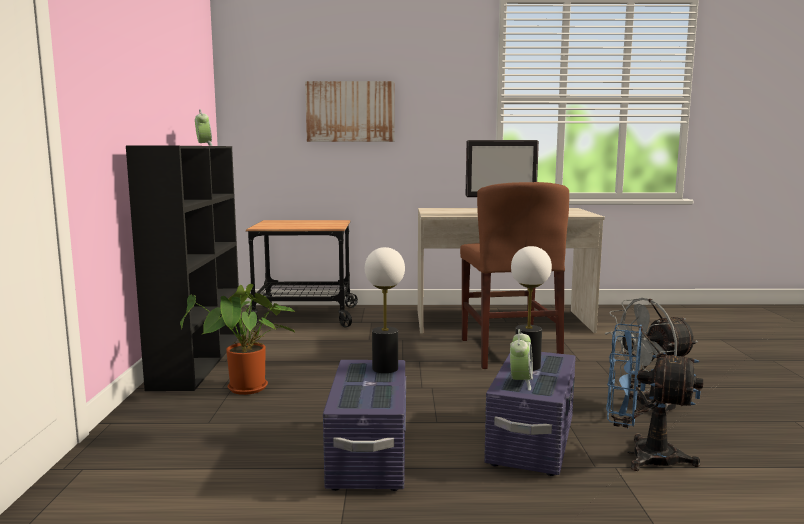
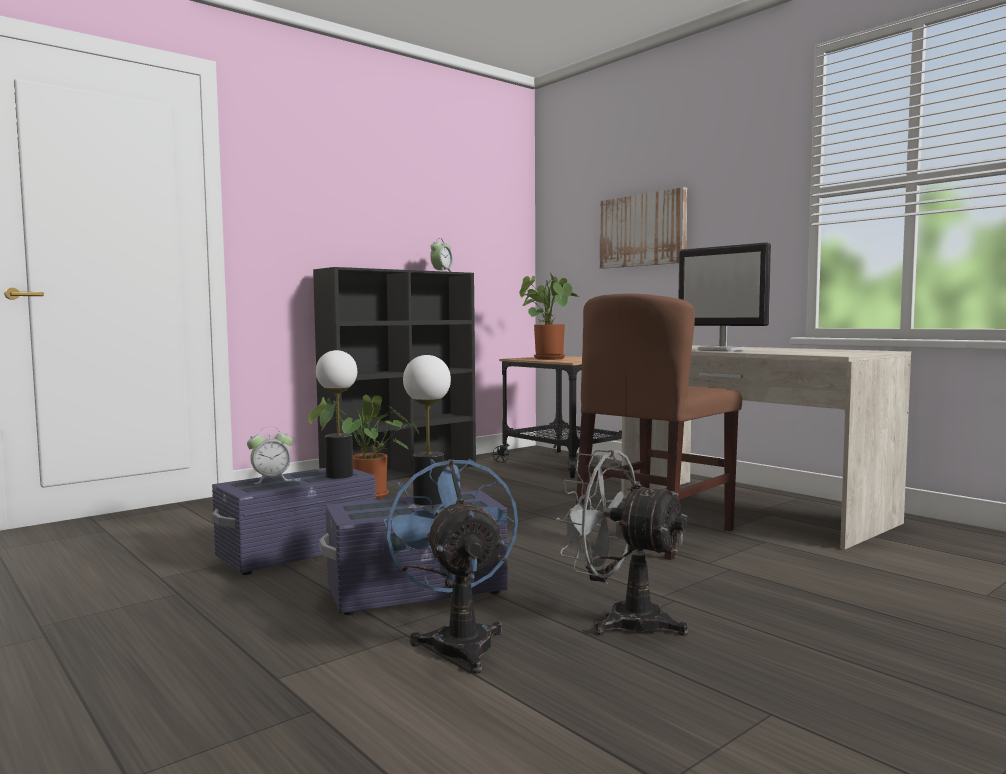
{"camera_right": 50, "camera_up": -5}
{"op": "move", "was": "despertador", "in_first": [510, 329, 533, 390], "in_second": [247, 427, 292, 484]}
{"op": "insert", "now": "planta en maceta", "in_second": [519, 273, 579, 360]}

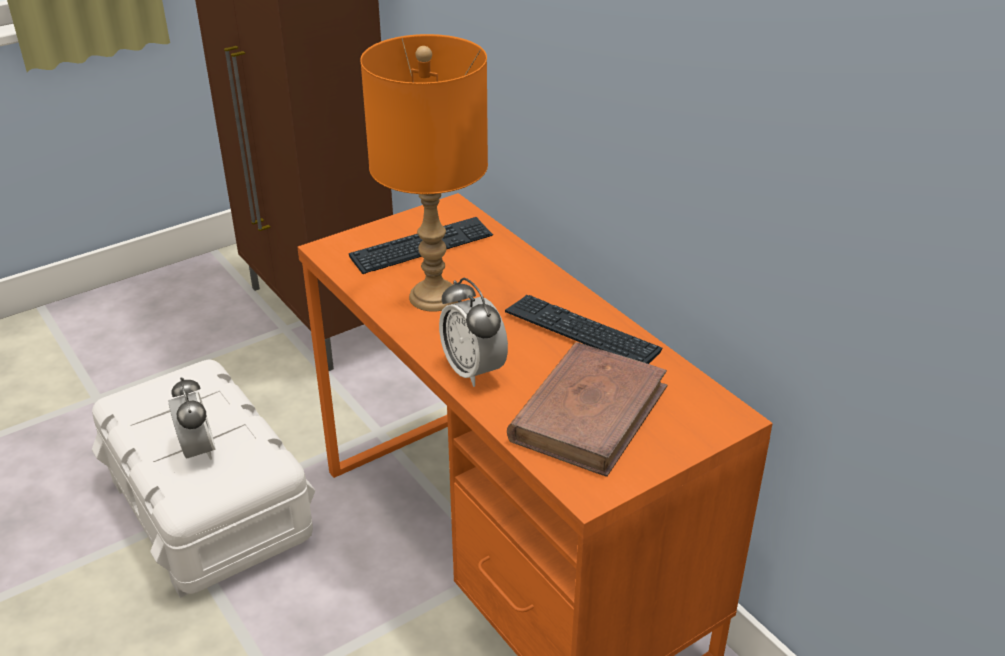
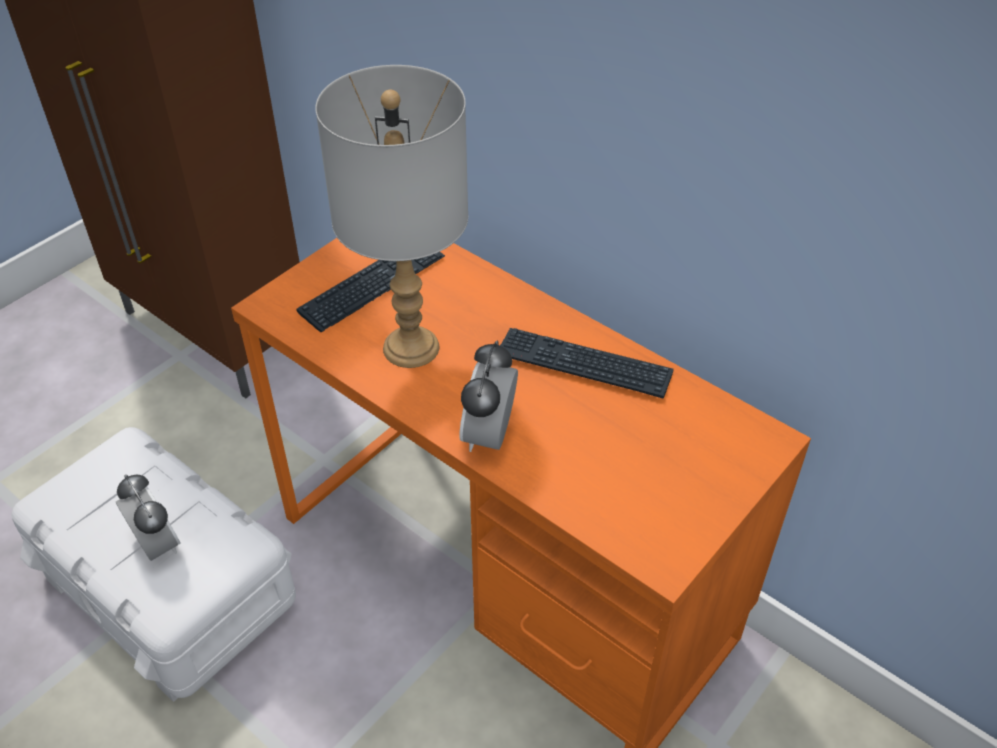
{"camera_right": -15, "camera_up": 10}
{"op": "recolor", "was": "lámpara de mesa [naranja]", "now": "lámpara de mesa [gris]", "in_first": [360, 34, 488, 312], "in_second": [315, 65, 468, 368]}
{"op": "rotate", "was": "despertador", "in_first": [439, 278, 508, 387], "in_second": [459, 341, 518, 452], "clockwise": 60}
{"op": "delete", "was": "libro [marrón]", "in_first": [507, 342, 667, 477]}

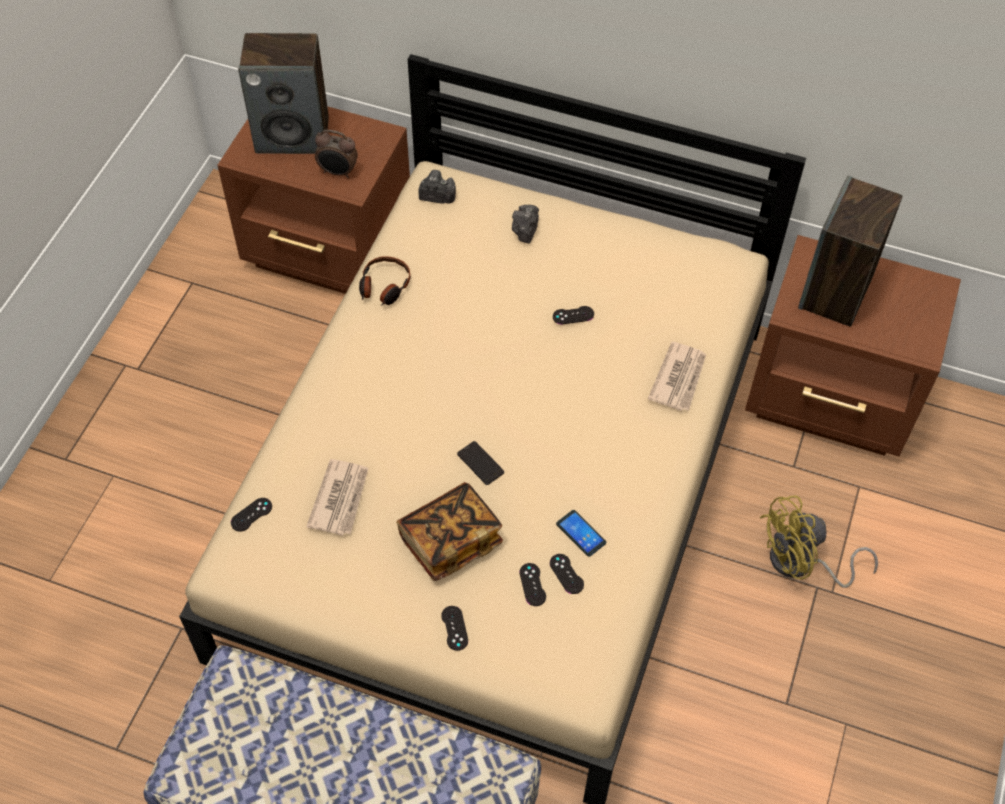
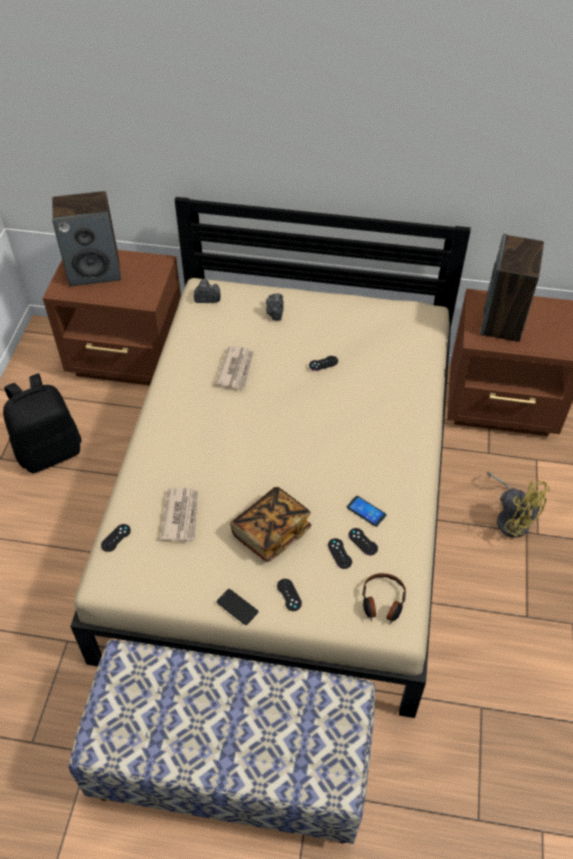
{"camera_right": -10, "camera_up": -5}
{"op": "insert", "now": "mochila [negro]", "in_second": [3, 373, 82, 473]}
{"op": "move", "was": "periódico", "in_first": [648, 342, 706, 411], "in_second": [215, 346, 254, 390]}
{"op": "move", "was": "móvil", "in_first": [457, 441, 504, 485], "in_second": [216, 589, 258, 625]}
{"op": "move", "was": "auriculares", "in_first": [359, 256, 411, 306], "in_second": [362, 573, 406, 624]}
{"op": "rotate", "was": "ventilador [amarillo]", "in_first": [760, 495, 878, 588], "in_second": [487, 471, 550, 538], "clockwise": -105}
{"op": "delete", "was": "despertador", "in_first": [315, 130, 358, 178]}

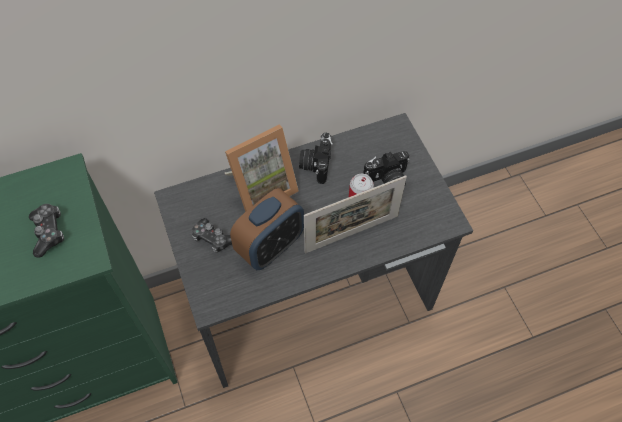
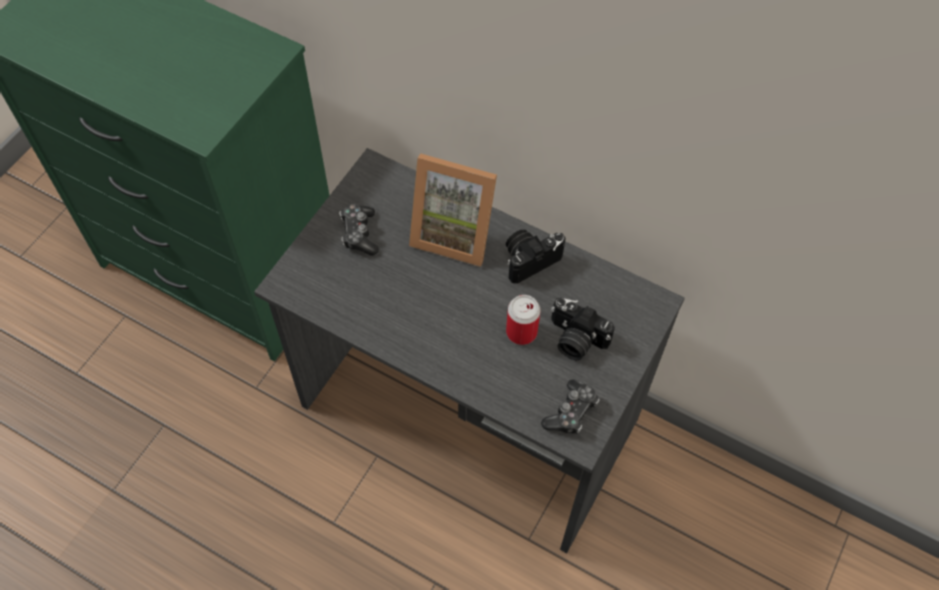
{"camera_right": 50, "camera_up": 0}
{"op": "move", "was": "mando de consola", "in_first": [29, 204, 64, 257], "in_second": [541, 379, 600, 434]}
{"op": "delete", "was": "despertador", "in_first": [230, 188, 304, 270]}
{"op": "delete", "was": "portarretratos", "in_first": [304, 175, 407, 254]}

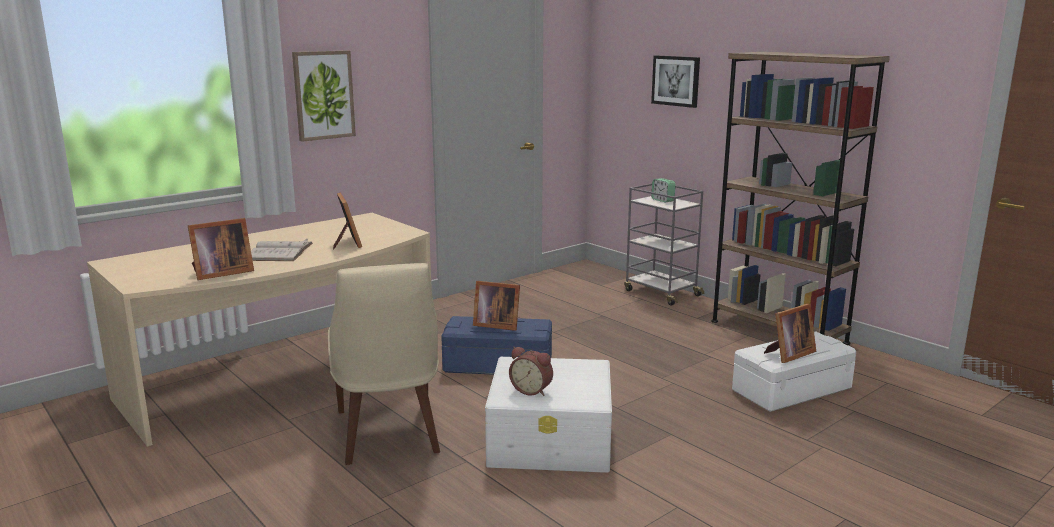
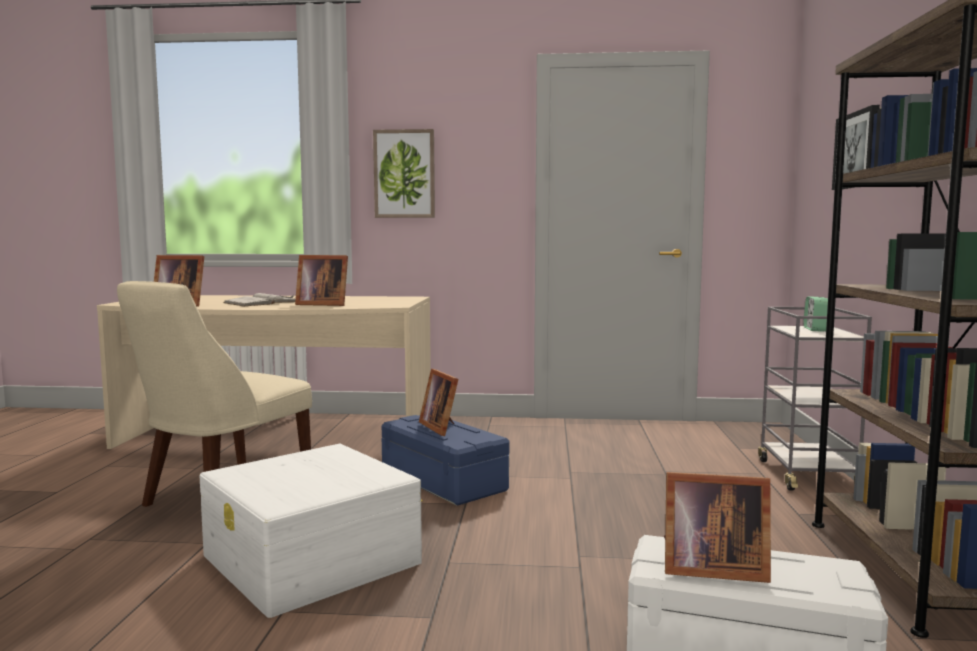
{"camera_right": 45, "camera_up": -10}
{"op": "rotate", "was": "portarretratos", "in_first": [333, 192, 362, 249], "in_second": [295, 255, 348, 306], "clockwise": 75}
{"op": "delete", "was": "despertador", "in_first": [509, 347, 553, 396]}

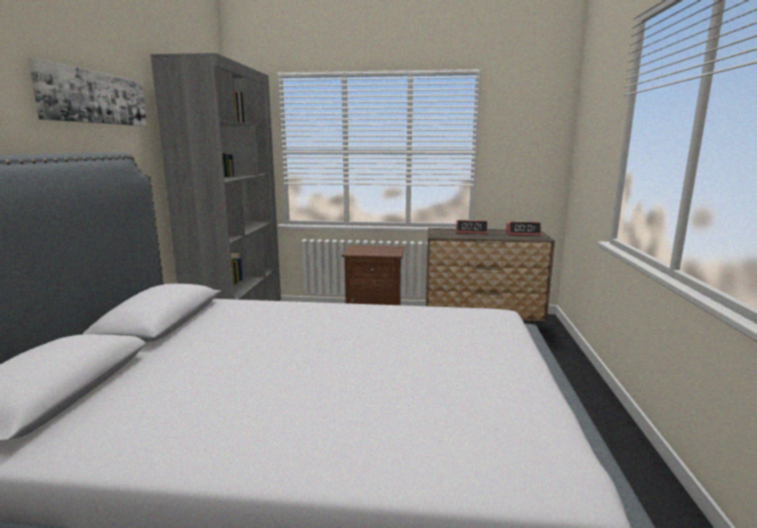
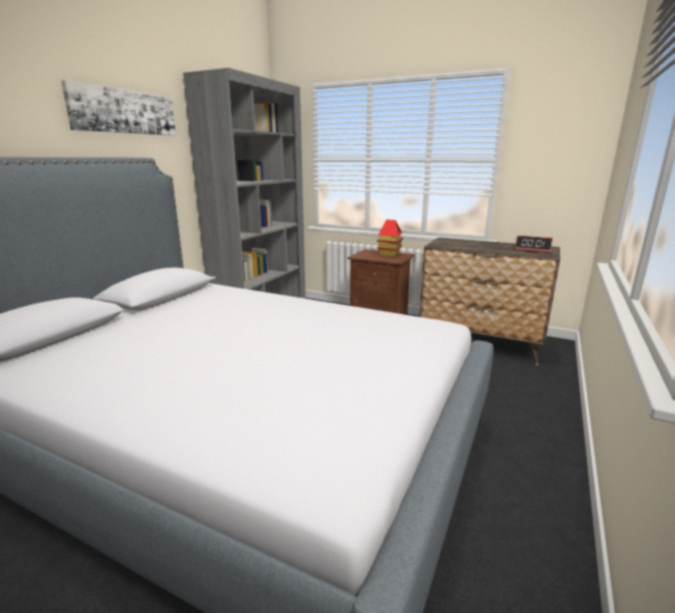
{"camera_right": 20, "camera_up": 5}
{"op": "insert", "now": "casita", "in_second": [377, 220, 403, 257]}
{"op": "delete", "was": "despertador", "in_first": [456, 220, 488, 234]}

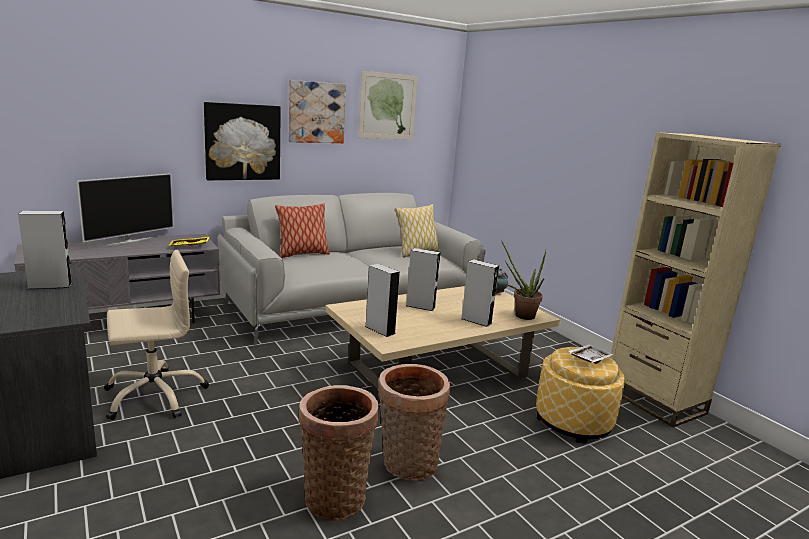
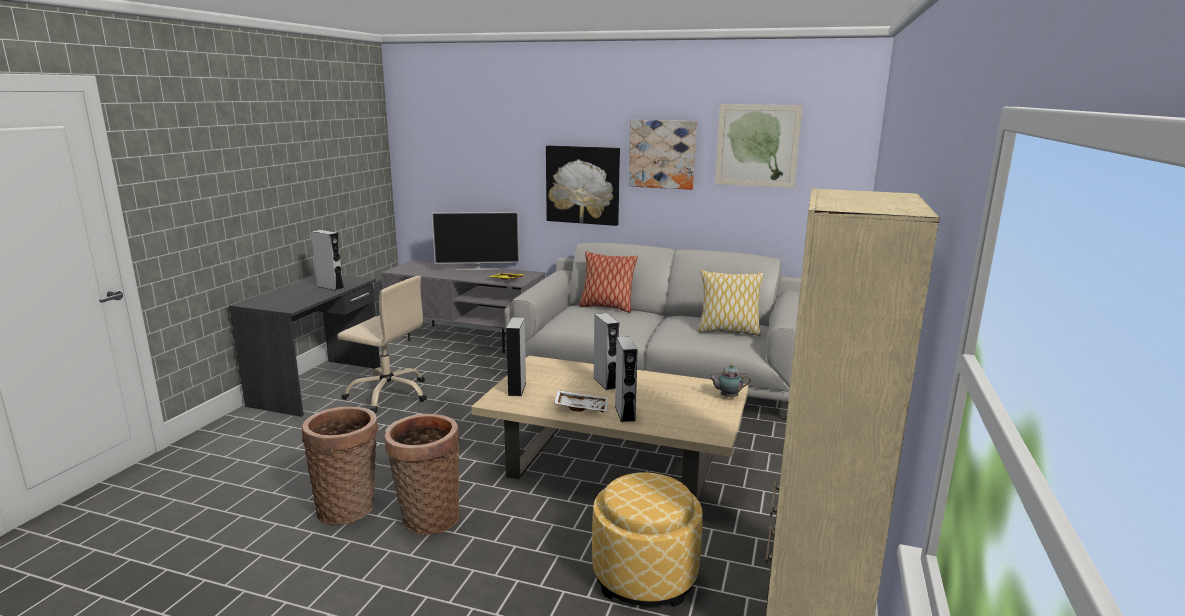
{"camera_right": 50, "camera_up": 0}
{"op": "move", "was": "bandeja [blanco]", "in_first": [567, 344, 614, 364], "in_second": [554, 390, 608, 412]}
{"op": "delete", "was": "planta en maceta", "in_first": [501, 240, 546, 320]}

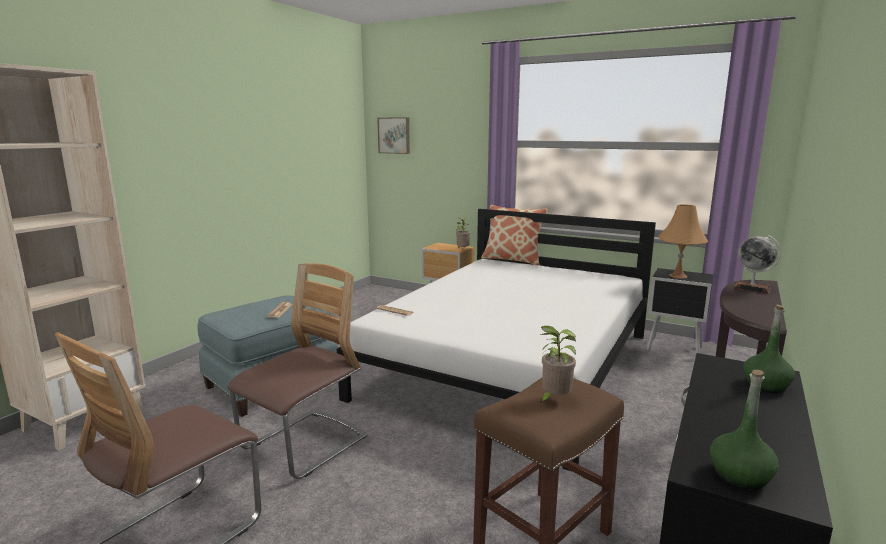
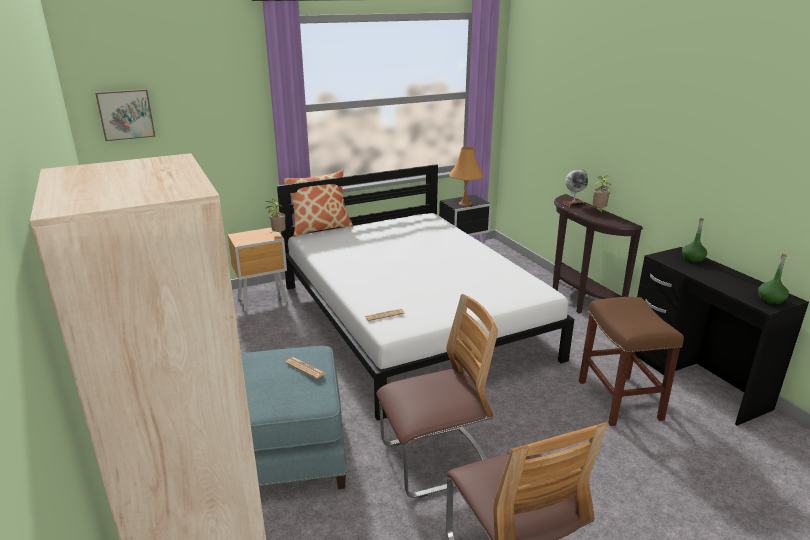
{"camera_right": -55, "camera_up": 10}
{"op": "rotate", "was": "silla", "in_first": [227, 263, 367, 479], "in_second": [377, 294, 498, 498], "clockwise": 90}
{"op": "move", "was": "planta en maceta", "in_first": [539, 326, 576, 404], "in_second": [593, 175, 611, 213]}

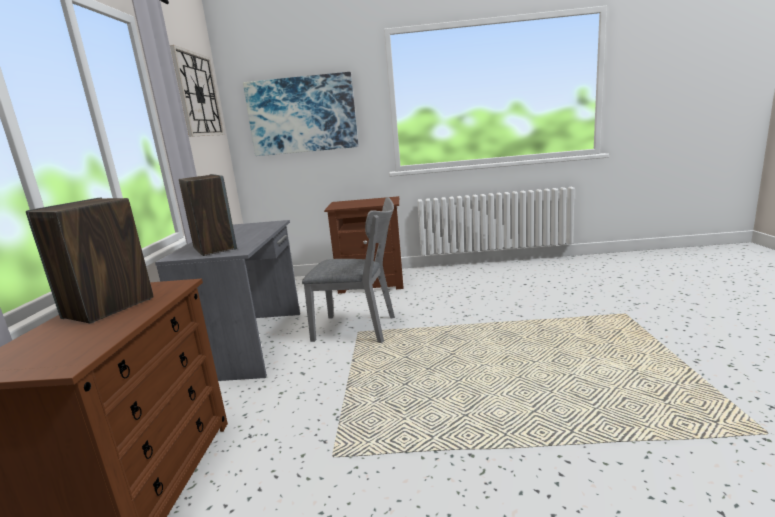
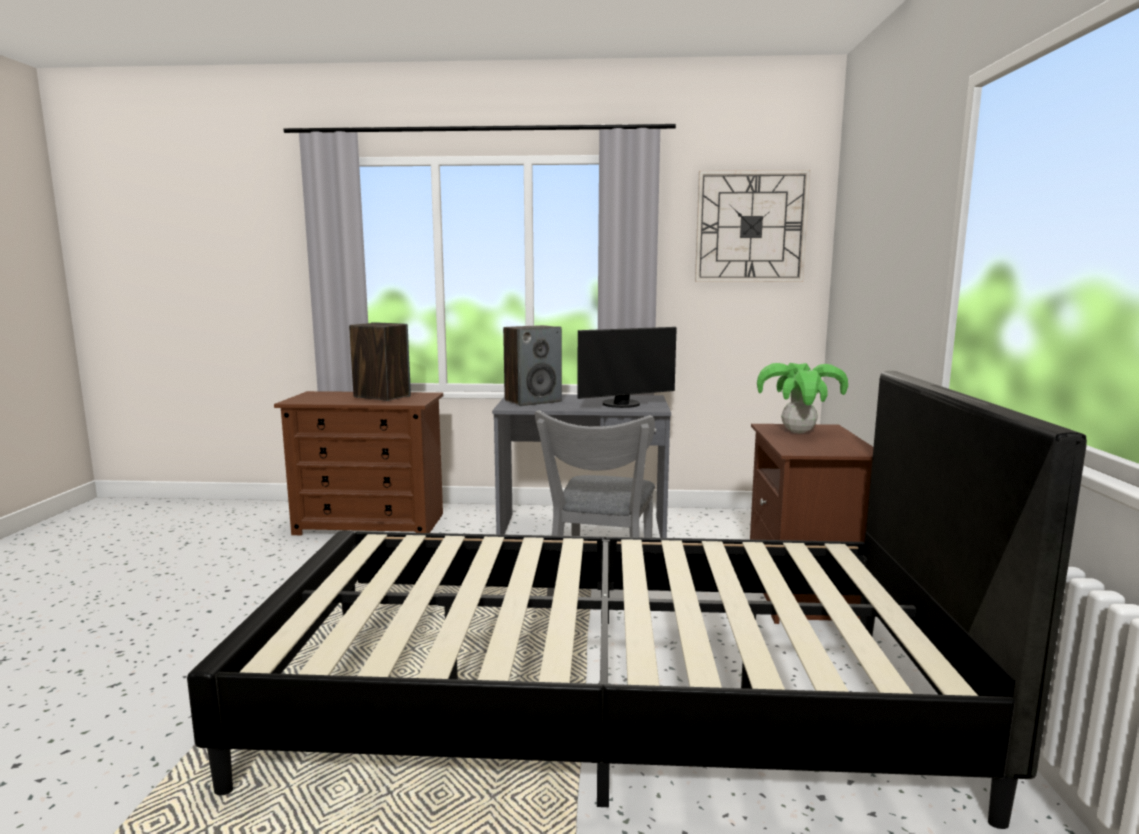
{"camera_right": 90, "camera_up": -5}
{"op": "insert", "now": "cama [negro]", "in_second": [187, 371, 1087, 829]}
{"op": "insert", "now": "monitor", "in_second": [578, 327, 677, 408]}
{"op": "insert", "now": "planta en maceta", "in_second": [757, 363, 848, 433]}
{"op": "delete", "was": "cuadro", "in_first": [243, 72, 359, 156]}

